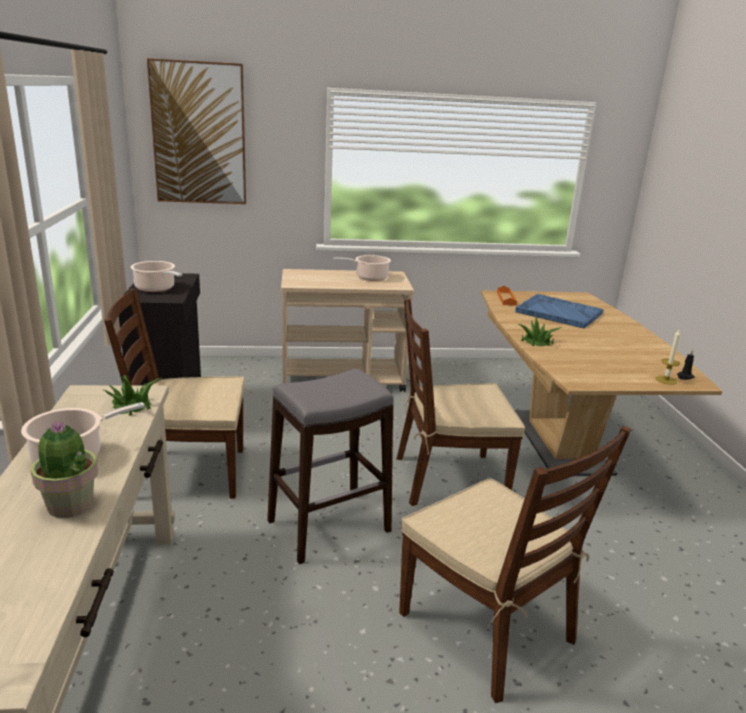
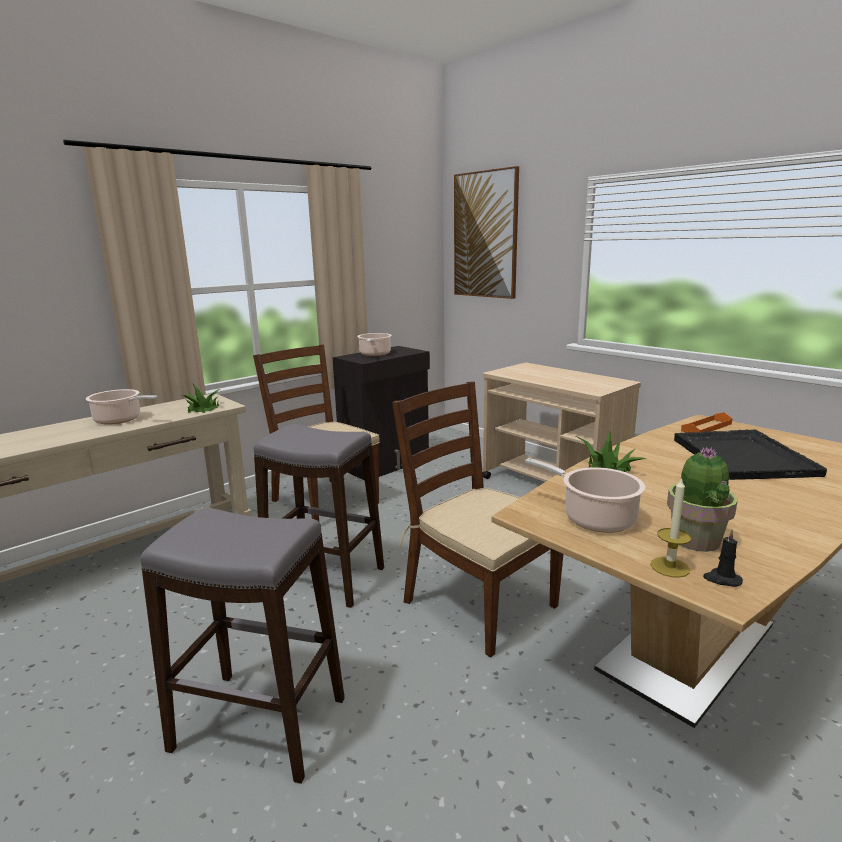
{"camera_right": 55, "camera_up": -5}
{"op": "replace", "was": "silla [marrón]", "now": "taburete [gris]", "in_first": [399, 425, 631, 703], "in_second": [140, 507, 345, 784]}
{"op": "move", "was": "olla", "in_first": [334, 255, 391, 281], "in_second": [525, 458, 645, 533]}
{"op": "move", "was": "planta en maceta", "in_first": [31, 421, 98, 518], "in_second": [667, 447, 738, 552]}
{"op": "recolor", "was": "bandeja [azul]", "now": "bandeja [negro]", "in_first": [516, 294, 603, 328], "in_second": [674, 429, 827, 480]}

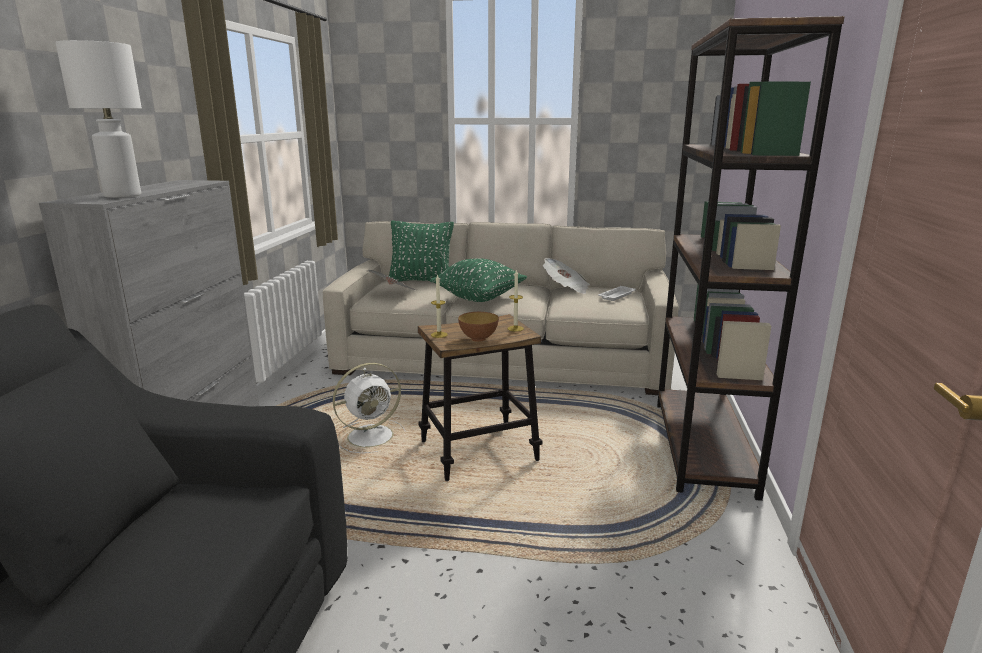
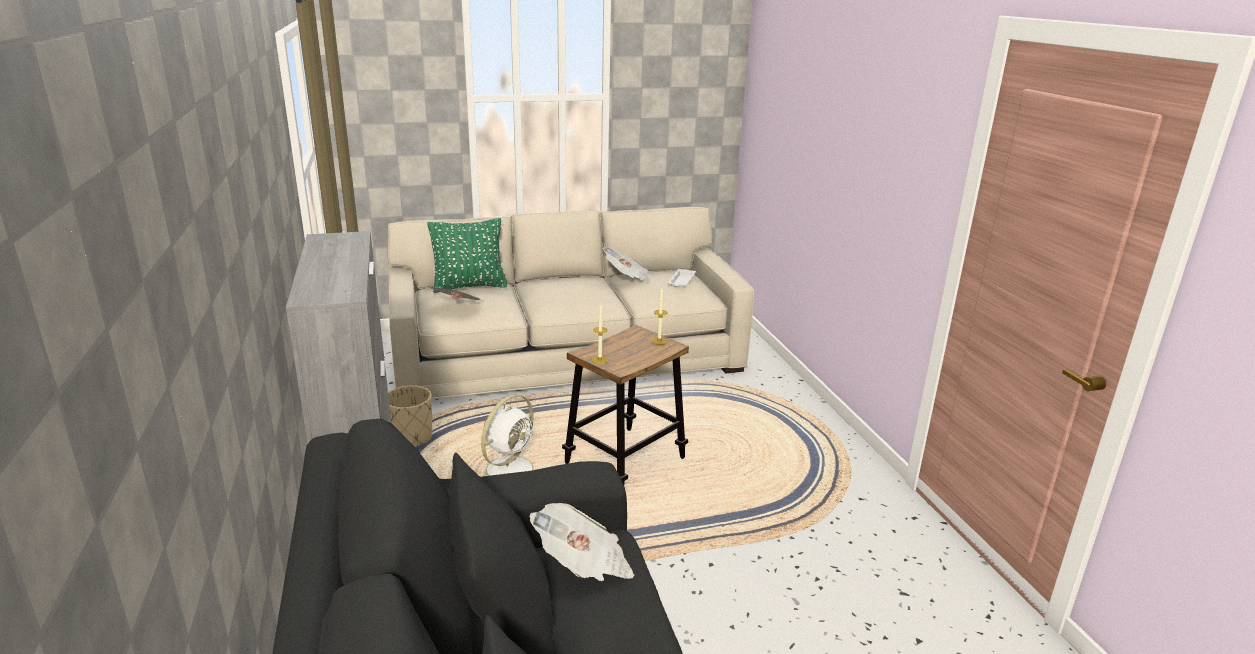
{"camera_right": -25, "camera_up": 5}
{"op": "insert", "now": "maceta [beis]", "in_second": [388, 385, 432, 447]}
{"op": "insert", "now": "periódico", "in_second": [530, 503, 635, 581]}
{"op": "delete", "was": "lámpara de mesa [blanco]", "in_first": [55, 40, 142, 198]}
{"op": "delete", "was": "cojín [verde]", "in_first": [430, 258, 527, 302]}
{"op": "delete", "was": "cuenco", "in_first": [458, 312, 499, 342]}
{"op": "delete", "was": "estantería [marrón]", "in_first": [657, 16, 845, 501]}

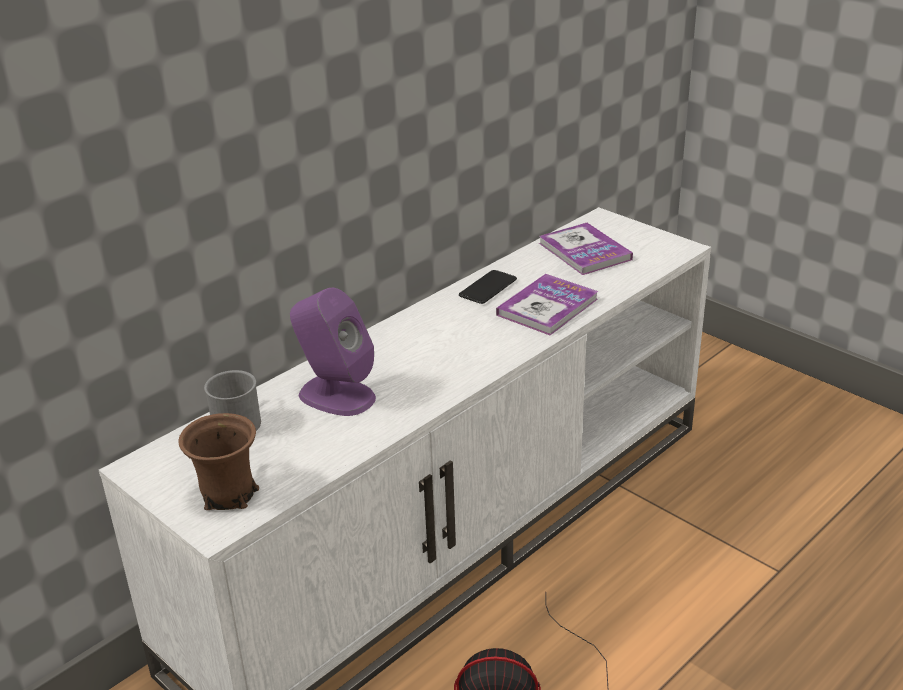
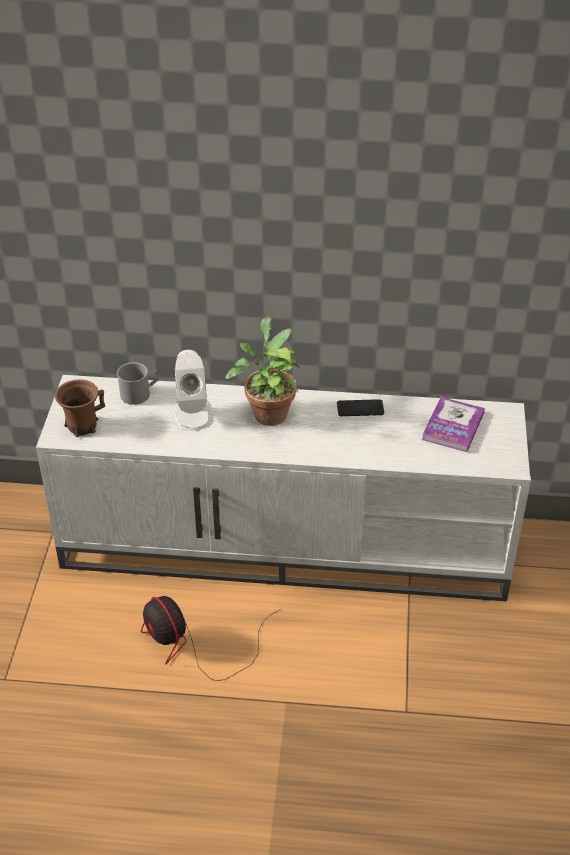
{"camera_right": 50, "camera_up": 10}
{"op": "recolor", "was": "altavoz [morado]", "now": "altavoz [blanco]", "in_first": [290, 288, 376, 416], "in_second": [175, 350, 211, 431]}
{"op": "insert", "now": "planta en maceta", "in_second": [226, 317, 300, 426]}
{"op": "delete", "was": "libro", "in_first": [496, 274, 598, 335]}

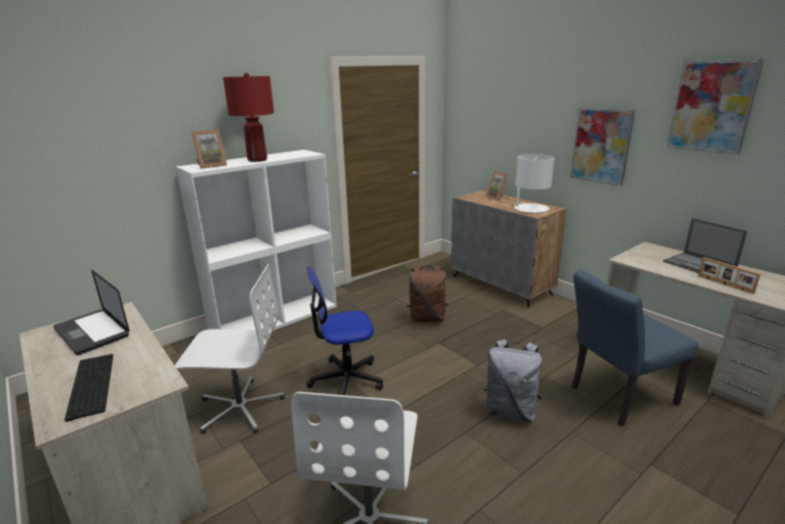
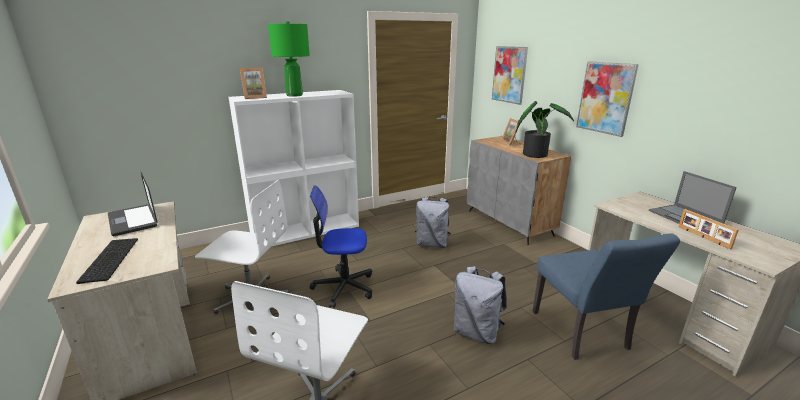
{"camera_right": 10, "camera_up": 0}
{"op": "recolor", "was": "lámpara de mesa [rojo]", "now": "lámpara de mesa [verde]", "in_first": [223, 73, 274, 162], "in_second": [268, 21, 310, 97]}
{"op": "recolor", "was": "mochila [marrón]", "now": "mochila [gris]", "in_first": [407, 265, 448, 323], "in_second": [415, 197, 451, 248]}
{"op": "move", "was": "cuadro", "in_first": [667, 59, 764, 154], "in_second": [492, 46, 528, 105]}
{"op": "replace", "was": "lámpara de mesa [blanco]", "now": "planta en maceta", "in_first": [510, 154, 554, 214], "in_second": [516, 101, 574, 158]}
{"op": "rotate", "was": "silla [azul]", "in_first": [571, 270, 699, 427], "in_second": [532, 234, 680, 360], "clockwise": -90}

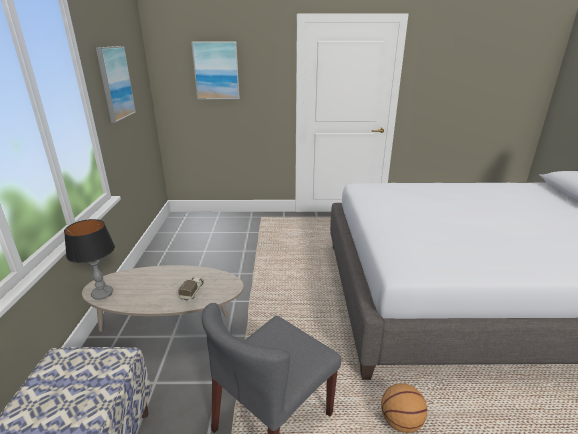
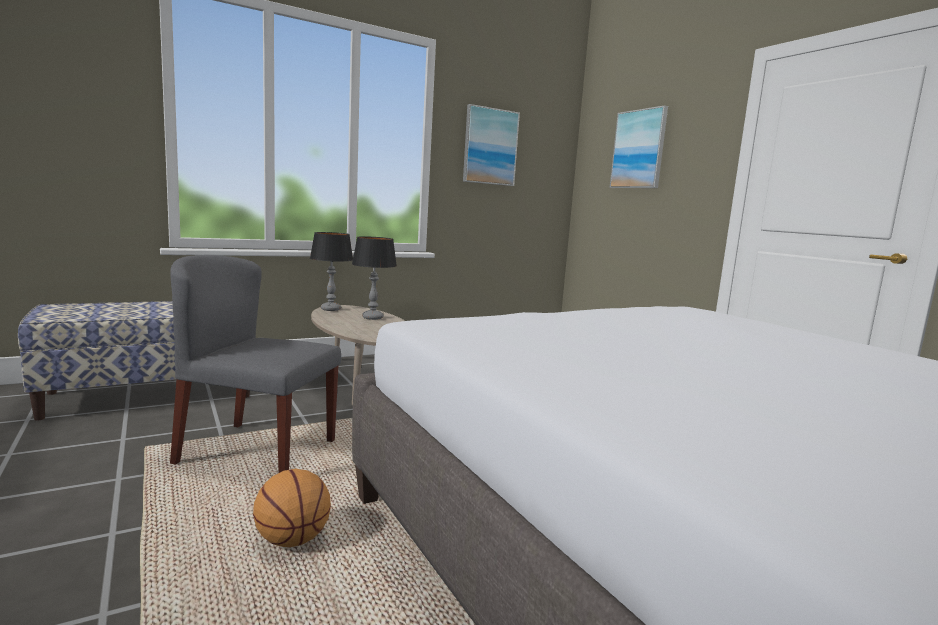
{"camera_right": 60, "camera_up": -15}
{"op": "insert", "now": "lámpara de mesa", "in_second": [352, 236, 397, 320]}
{"op": "delete", "was": "camión de juguete", "in_first": [178, 277, 204, 300]}

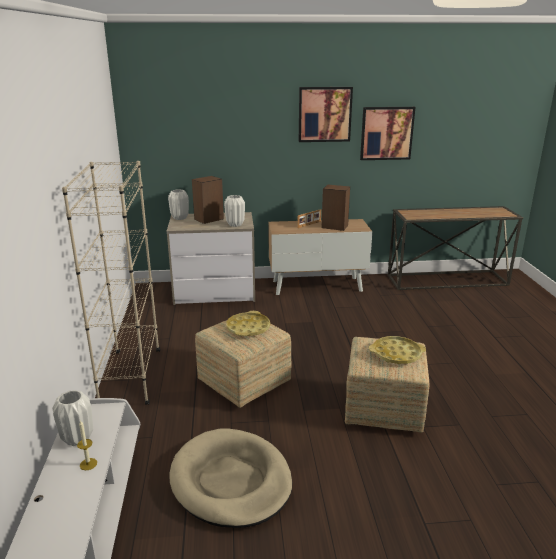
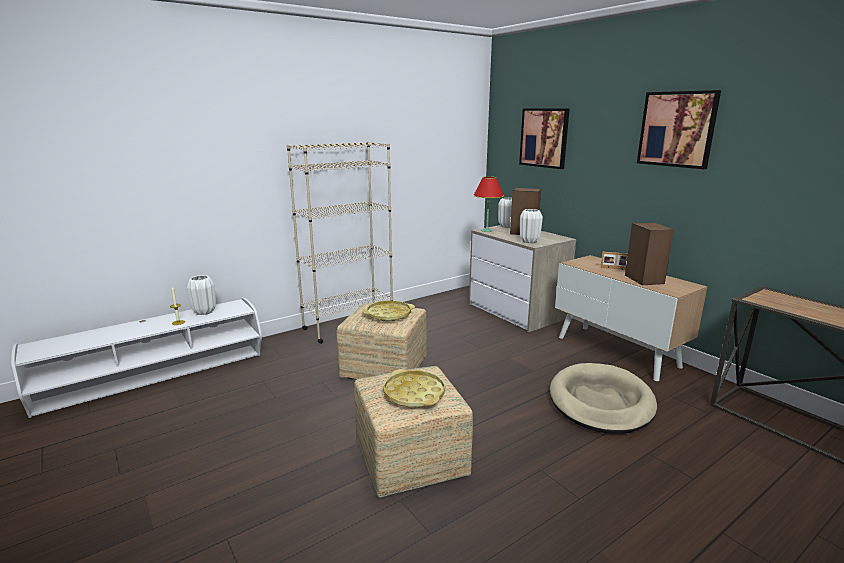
{"camera_right": 60, "camera_up": -5}
{"op": "insert", "now": "lámpara de mesa [rojo]", "in_second": [473, 176, 504, 232]}
{"op": "move", "was": "cuadro", "in_first": [360, 107, 415, 160], "in_second": [519, 108, 570, 169]}
{"op": "move", "was": "cama para perro [beis]", "in_first": [169, 429, 292, 528], "in_second": [550, 363, 657, 434]}

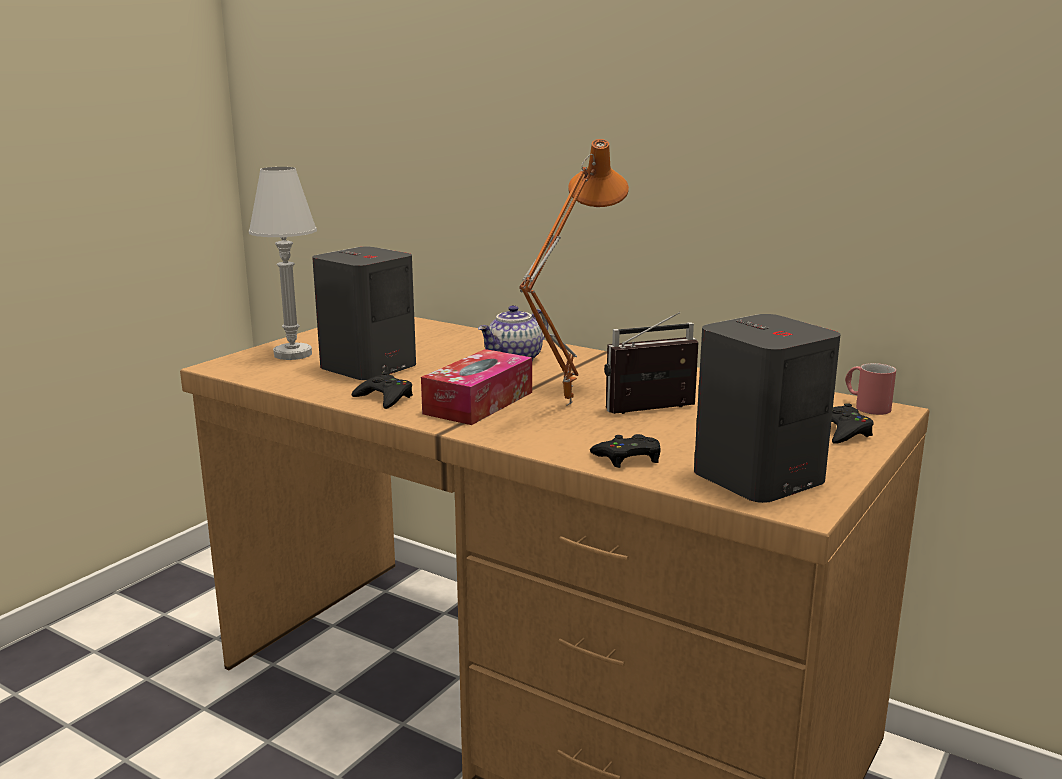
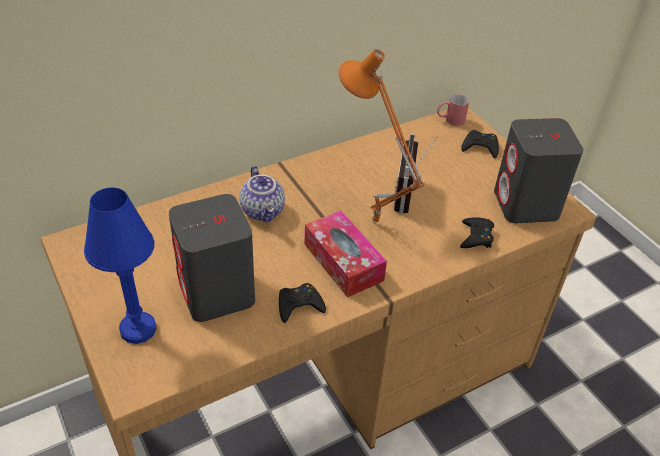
{"camera_right": -65, "camera_up": 25}
{"op": "recolor", "was": "lámpara de mesa [blanco]", "now": "lámpara de mesa [azul]", "in_first": [249, 167, 317, 360], "in_second": [84, 187, 156, 344]}

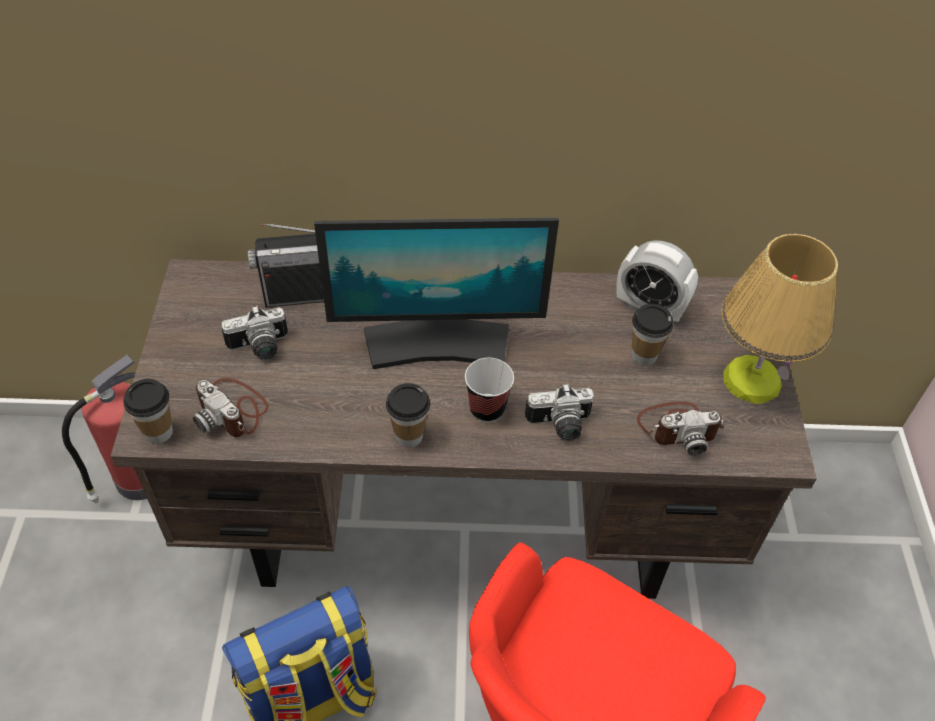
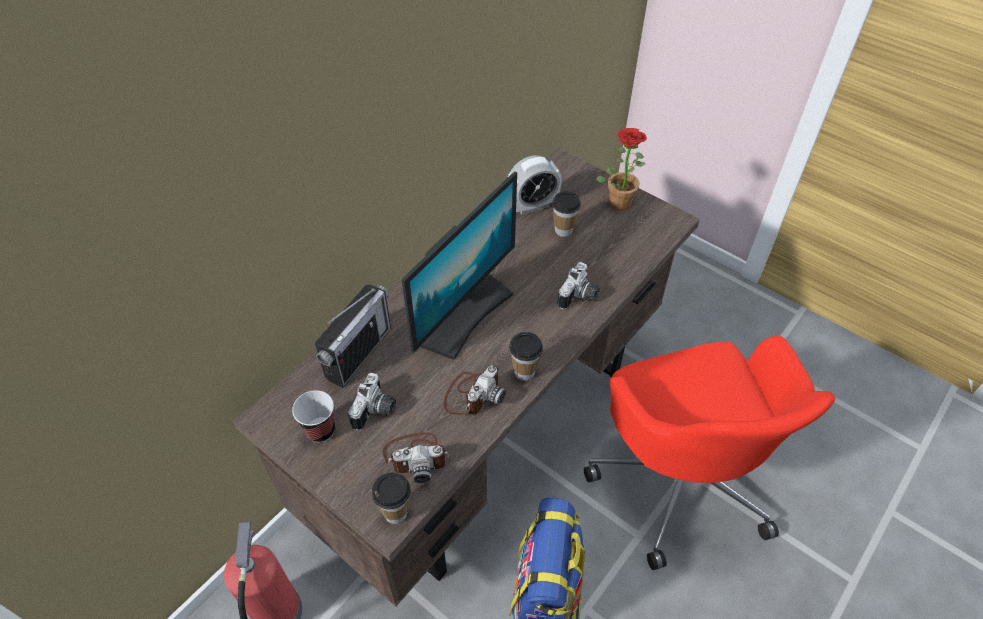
{"camera_right": -50, "camera_up": 0}
{"op": "move", "was": "taza", "in_first": [465, 358, 514, 422], "in_second": [292, 390, 335, 443]}
{"op": "move", "was": "cámara", "in_first": [637, 401, 724, 456], "in_second": [443, 365, 506, 415]}
{"op": "replace", "was": "lámpara de mesa", "now": "planta en maceta", "in_first": [722, 234, 838, 404], "in_second": [596, 128, 647, 210]}

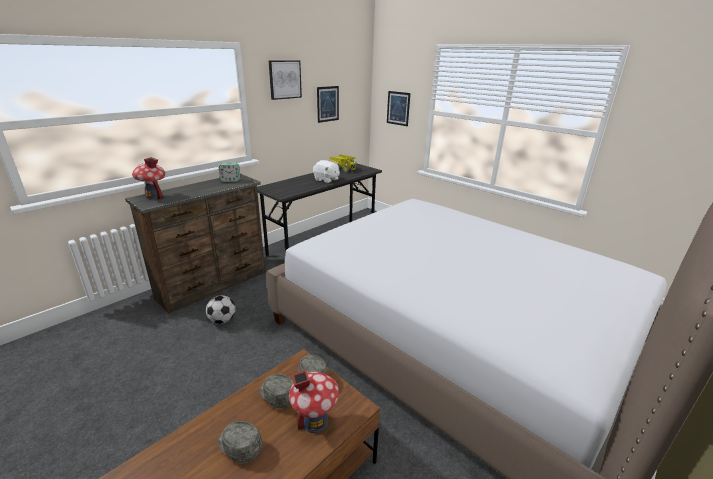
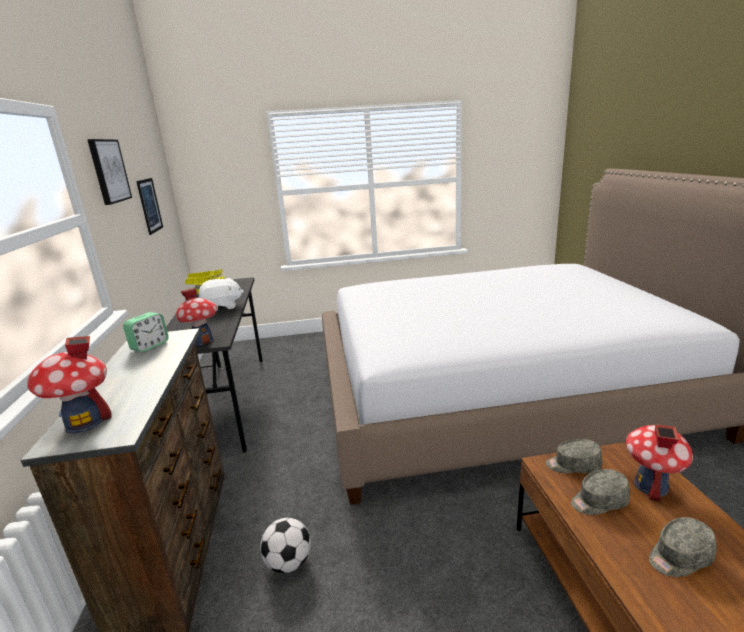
{"camera_right": -50, "camera_up": -5}
{"op": "insert", "now": "casita", "in_second": [176, 288, 217, 346]}
{"op": "delete", "was": "cuadro", "in_first": [387, 91, 410, 126]}

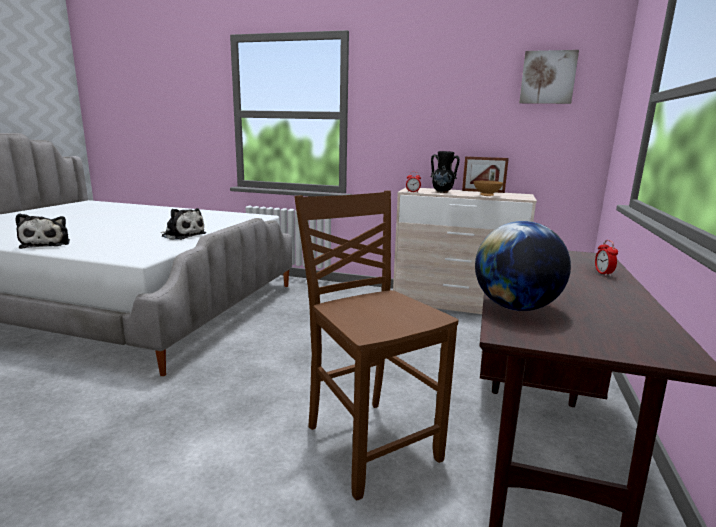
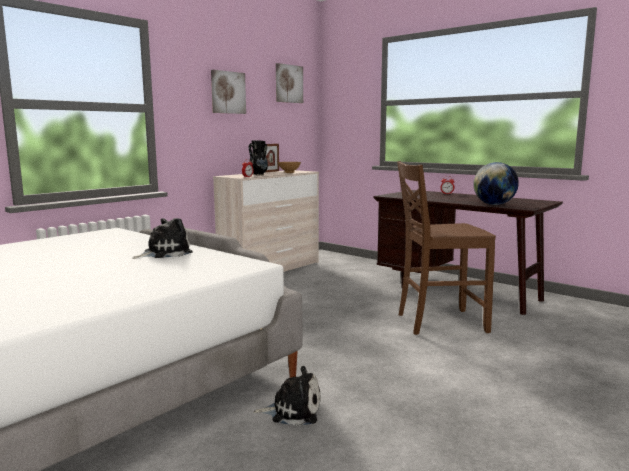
{"camera_right": -65, "camera_up": -5}
{"op": "insert", "now": "cuadro", "in_second": [211, 70, 246, 114]}
{"op": "move", "was": "peluche", "in_first": [16, 213, 70, 249], "in_second": [253, 366, 321, 426]}

